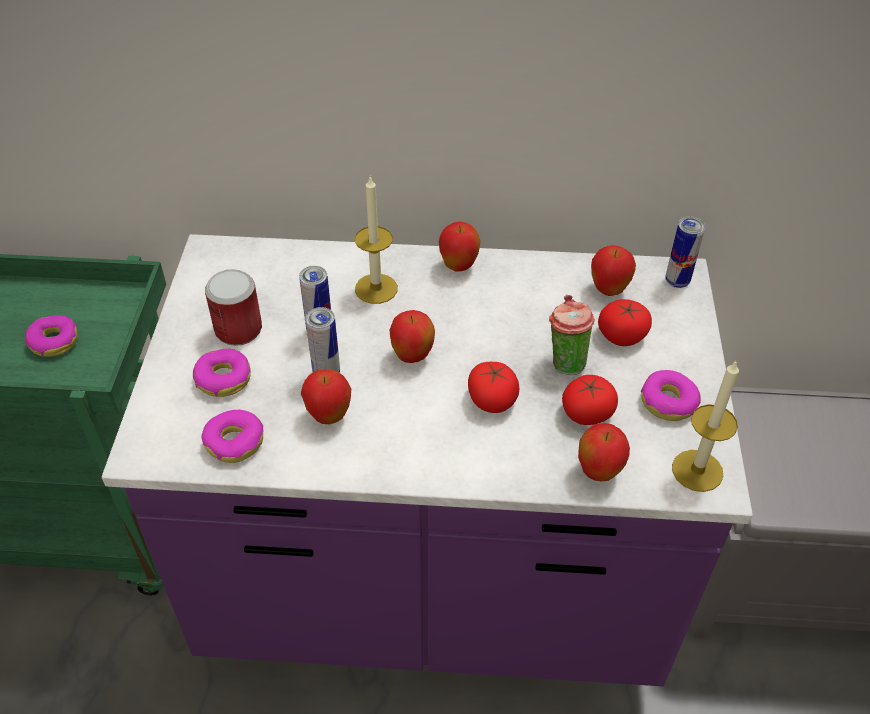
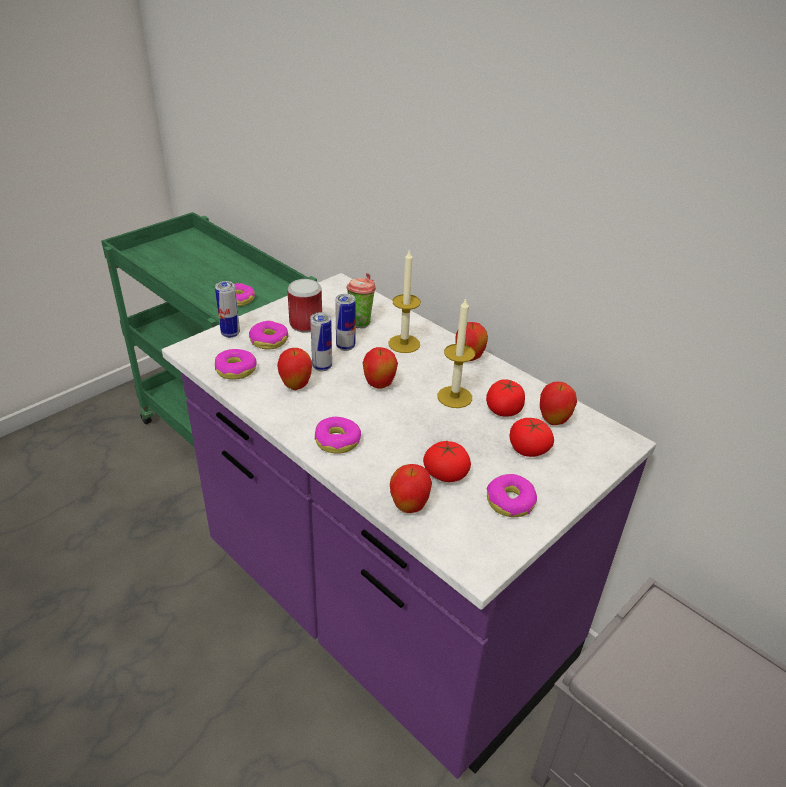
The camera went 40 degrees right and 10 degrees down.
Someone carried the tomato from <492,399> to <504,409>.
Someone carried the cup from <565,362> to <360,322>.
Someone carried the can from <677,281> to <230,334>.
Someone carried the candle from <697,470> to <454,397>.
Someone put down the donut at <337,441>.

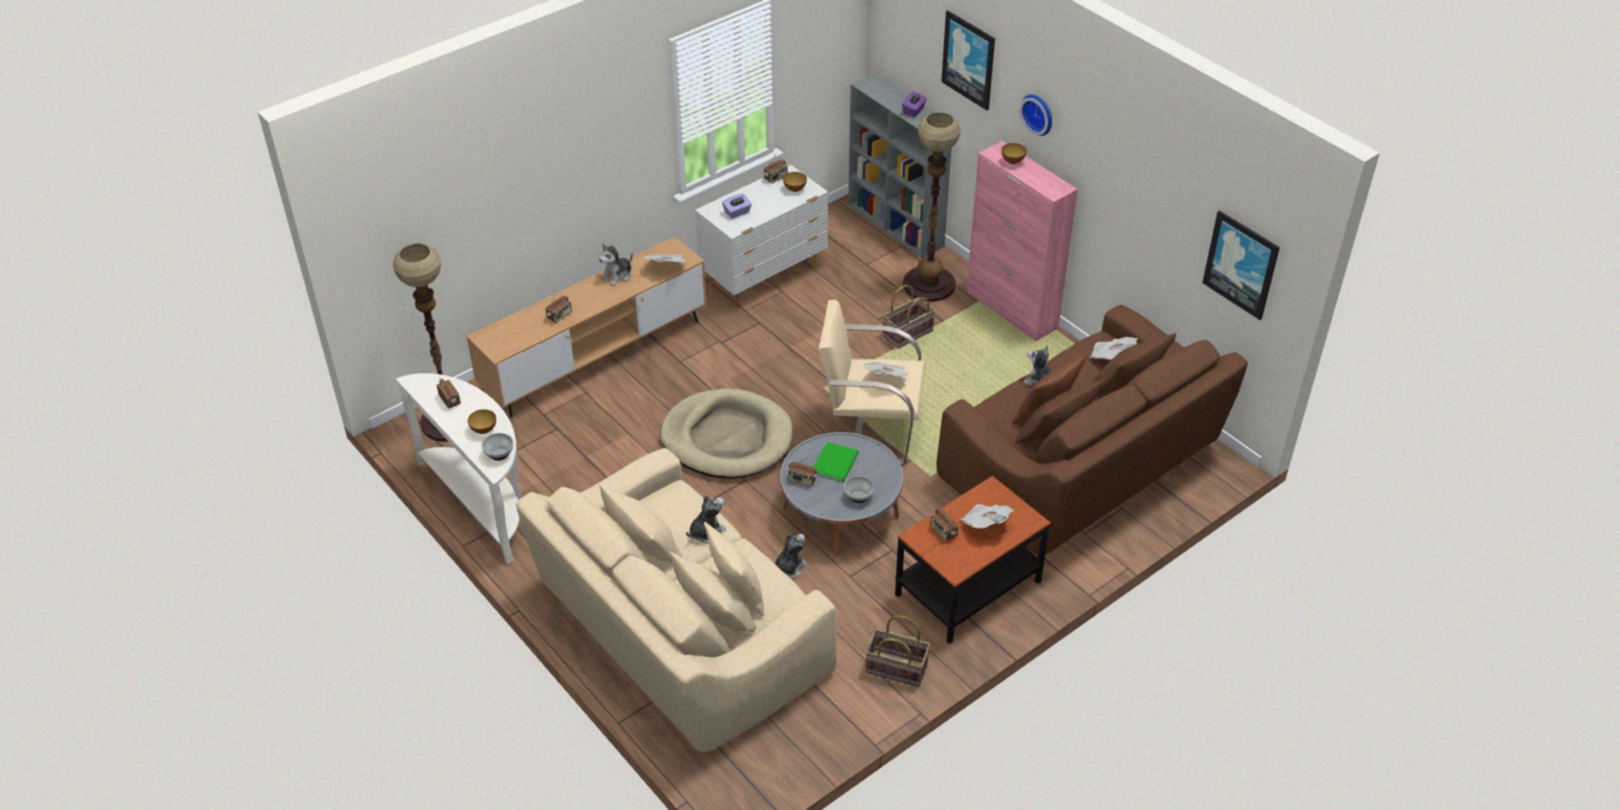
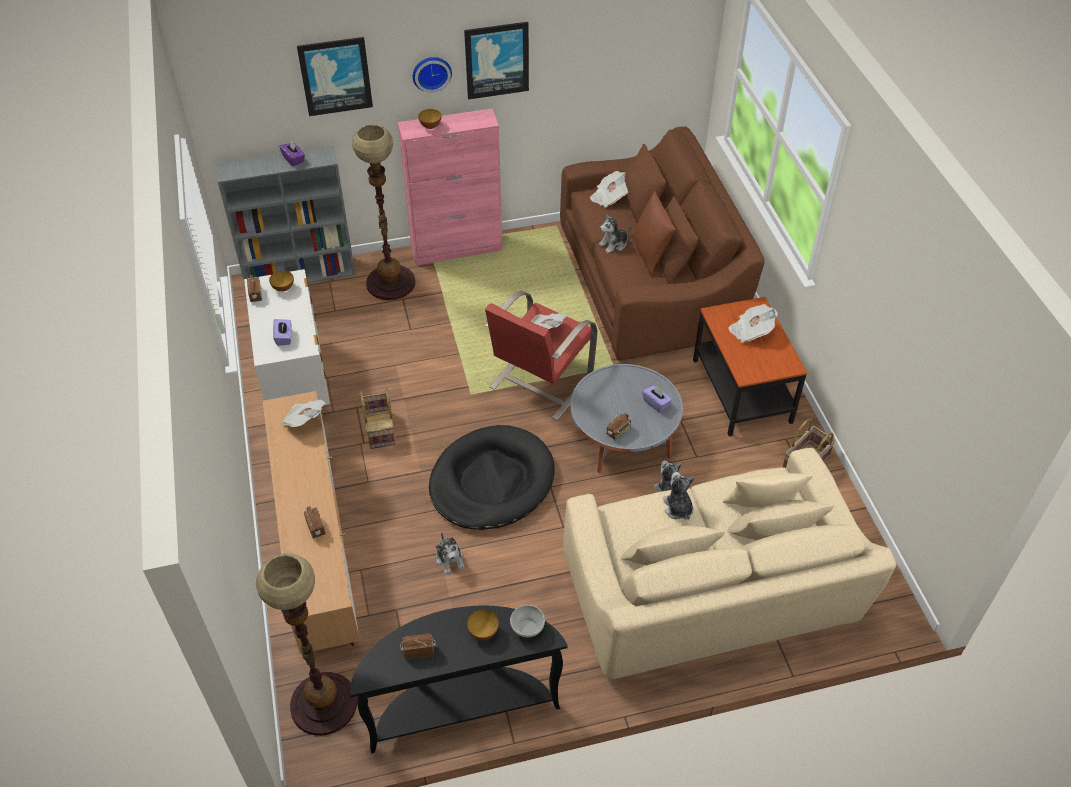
The camera went 65 degrees left and 5 degrees up.
Someone repainted the console table in white at <482,501>, which became the console table in black at <461,706>.
Someone carried the plush toy from <617,275> to <450,559>.
Someone repainted the dog bed in beige at <727,438>, which became the dog bed in black at <491,481>.
Someone took away the book in green at <836,462>.
Someone repainted the armchair in beige at <871,430>, which became the armchair in red at <540,383>.
Someone swapped the bowl at <858,496> for the tissue box in purple at <656,403>.
Someone carried the basket from <908,334> to <380,429>.
Someone took away the radio at <943,532>.
Someone carried the picture from <1241,264> to <497,60>.

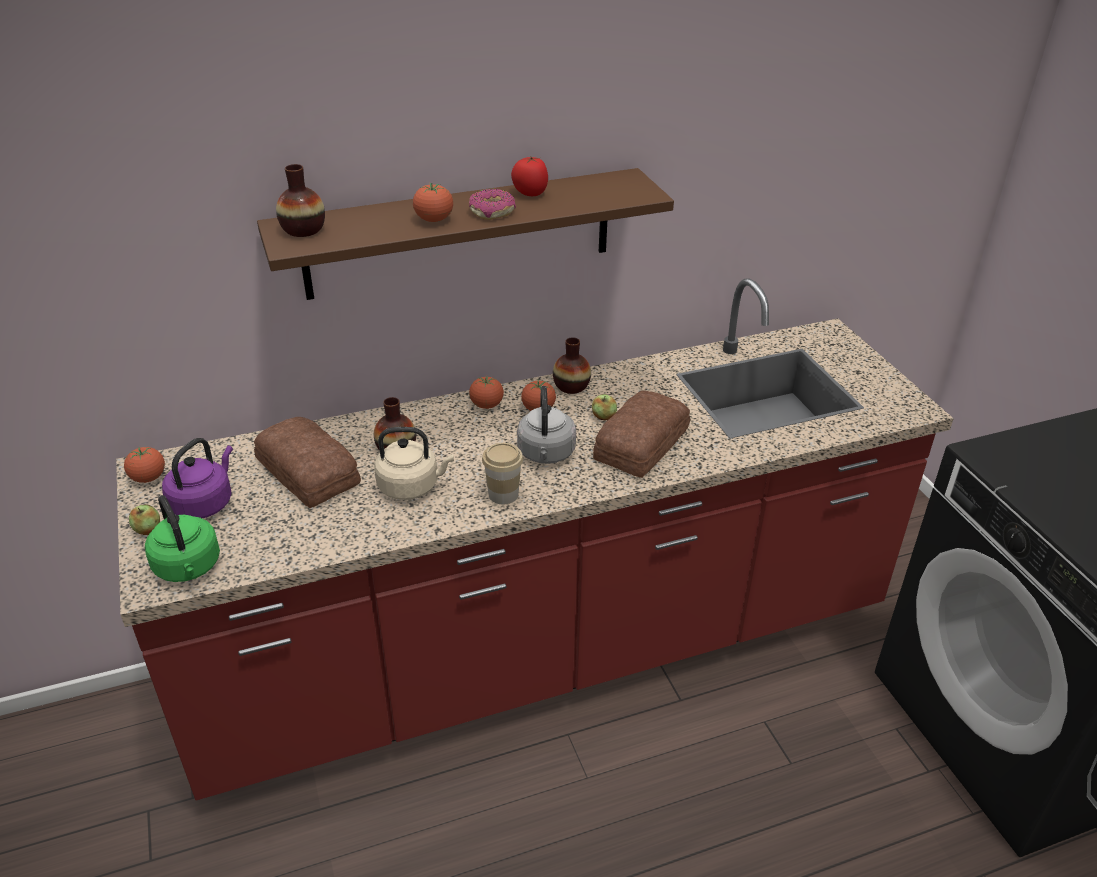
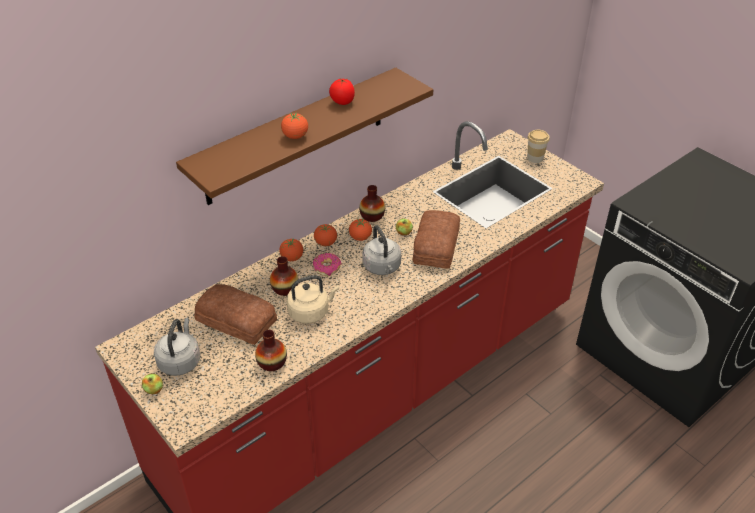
The camera went 20 degrees left and 5 degrees up.
Someone carried the tomato from <148,478> to <292,258>.
Someone took away the kettle in green at <188,568>.
Someone repainted the kettle in purple at <204,503>, which became the kettle in grey at <180,361>.
Someone carried the vase from <303,230> to <272,362>.
Someone carried the donut from <492,211> to <327,268>.
Someone carried the cup from <503,494> to <535,158>.

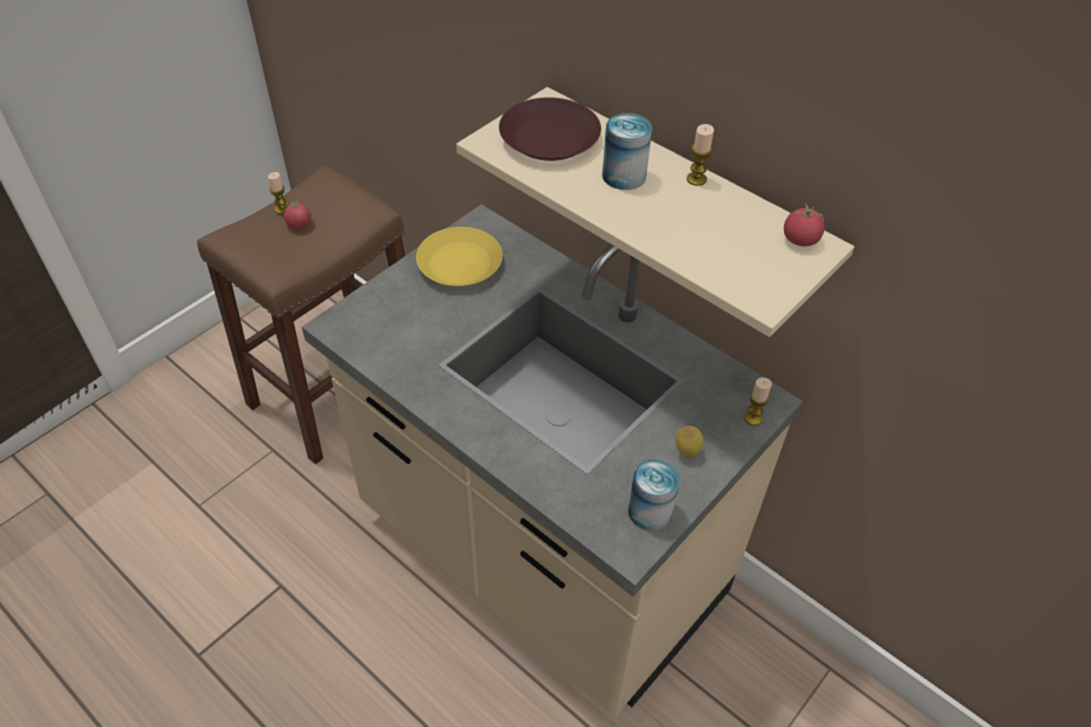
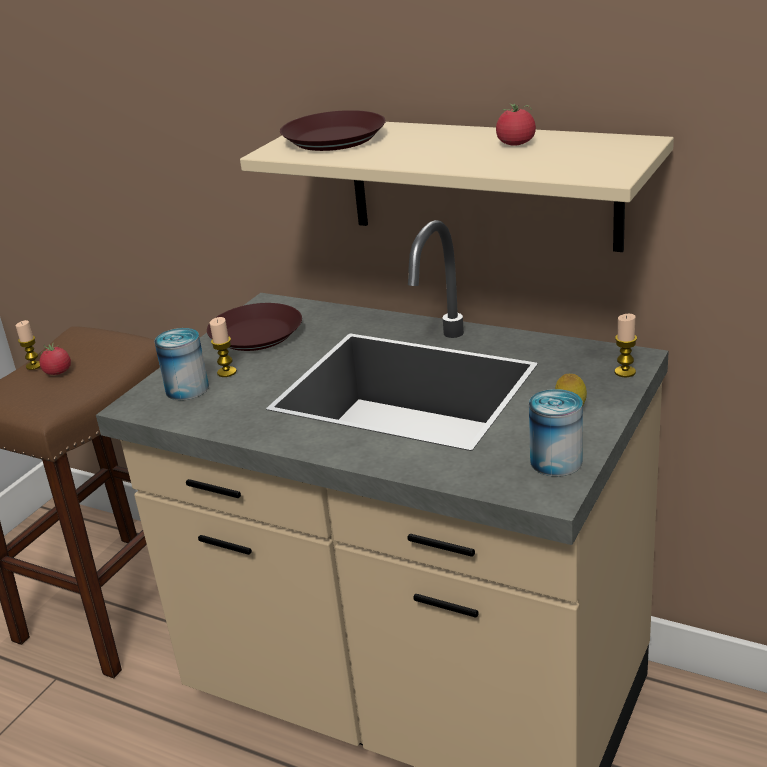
The camera went 10 degrees left and 20 degrees down.
Someone repainted the plate in yellow at <460,264>, which became the plate in brown at <257,335>.
Someone carried the can from <624,176> to <187,389>.
Someone carried the candle from <696,179> to <226,372>.
Someone carried the tomato from <800,240> to <516,144>.

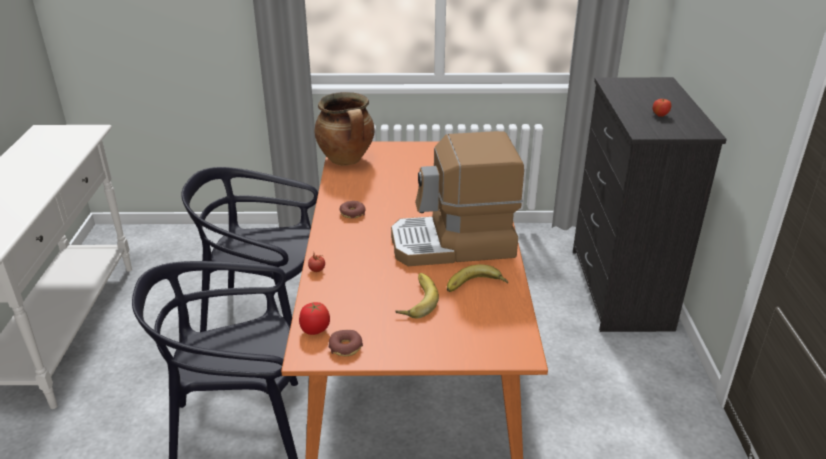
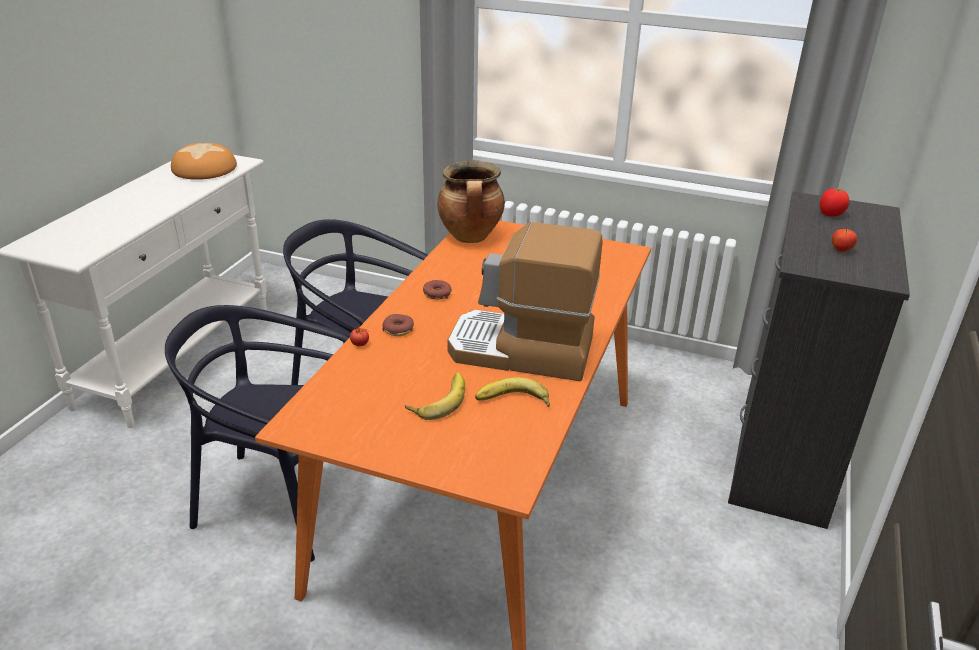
The camera went 20 degrees right and 0 degrees up.
Someone carried the tomato from <315,330> to <830,214>.
Someone carried the donut from <345,347> to <398,329>.
Someone put down the bread at <204,169>.

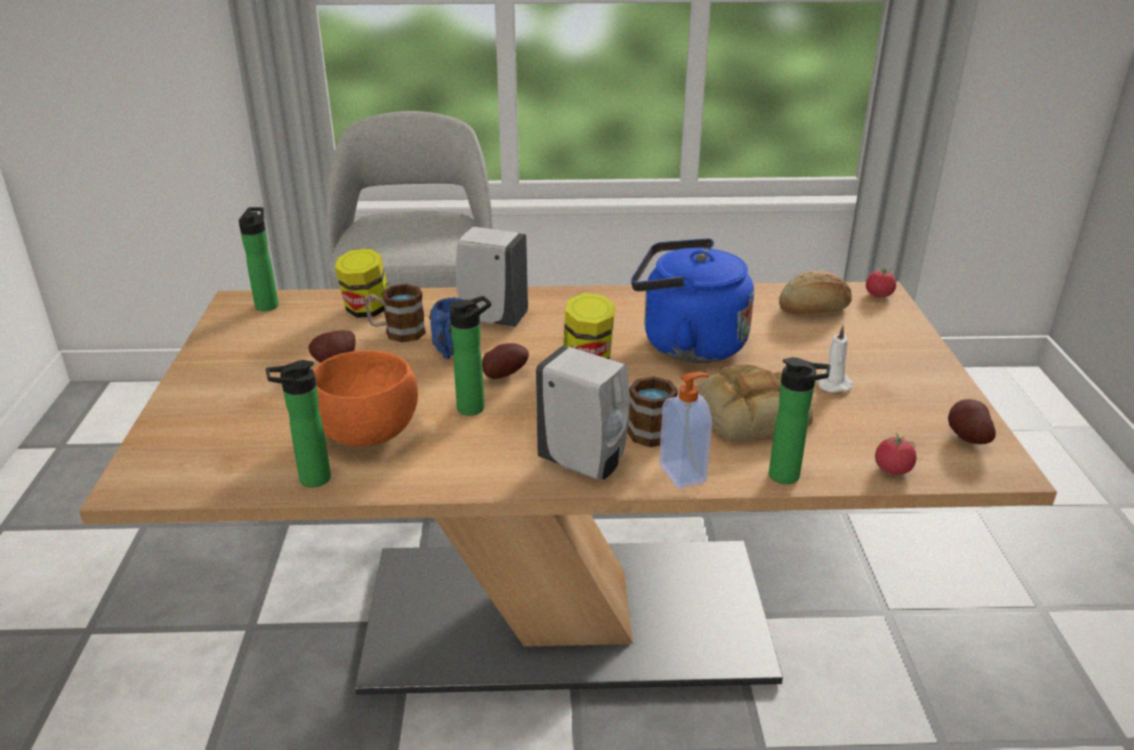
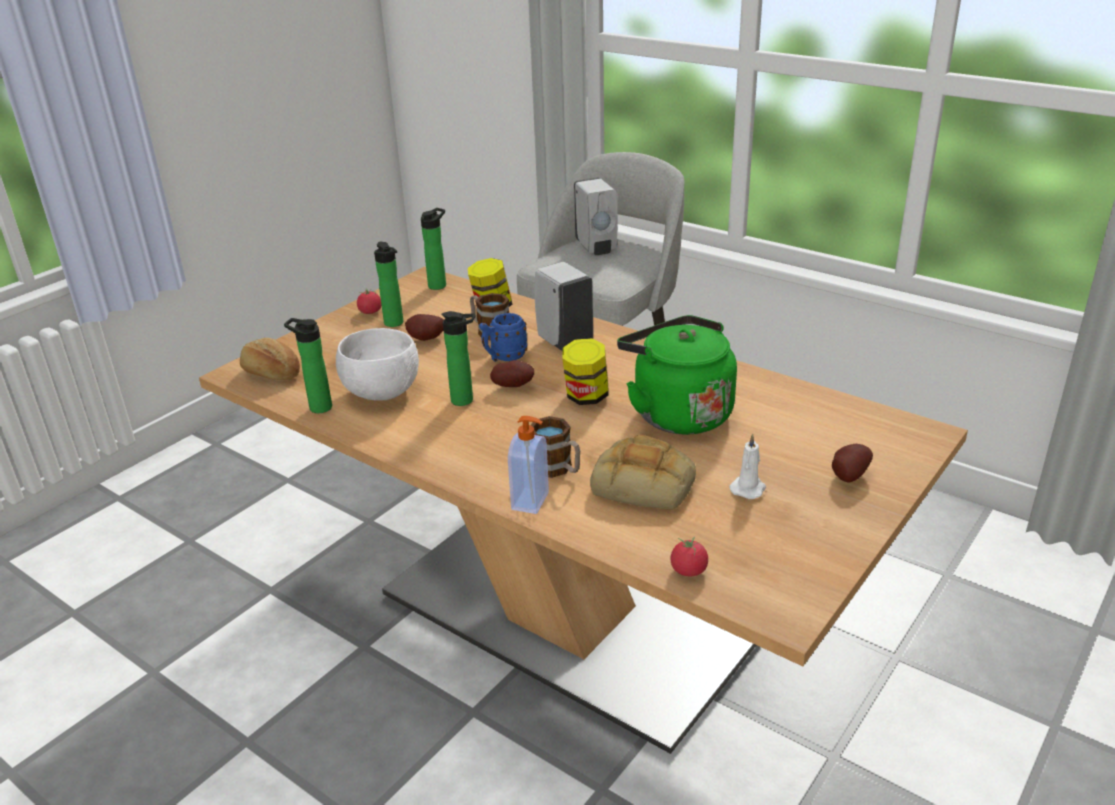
The camera went 40 degrees right and 0 degrees up.
Someone repainted the bowl in orange at <370,434>, which became the bowl in white at <383,393>.
Someone carried the soap dispenser in white from <585,463> to <596,248>.
Someone repainted the kettle in blue at <686,344>, which became the kettle in green at <677,413>.
Someone carried the bottle from <789,476> to <395,324>.
Someone carried the bread from <814,310> to <271,374>.
Someone carried the tomato from <878,295> to <370,312>.
Someone carried the potato from <965,438> to <847,476>.

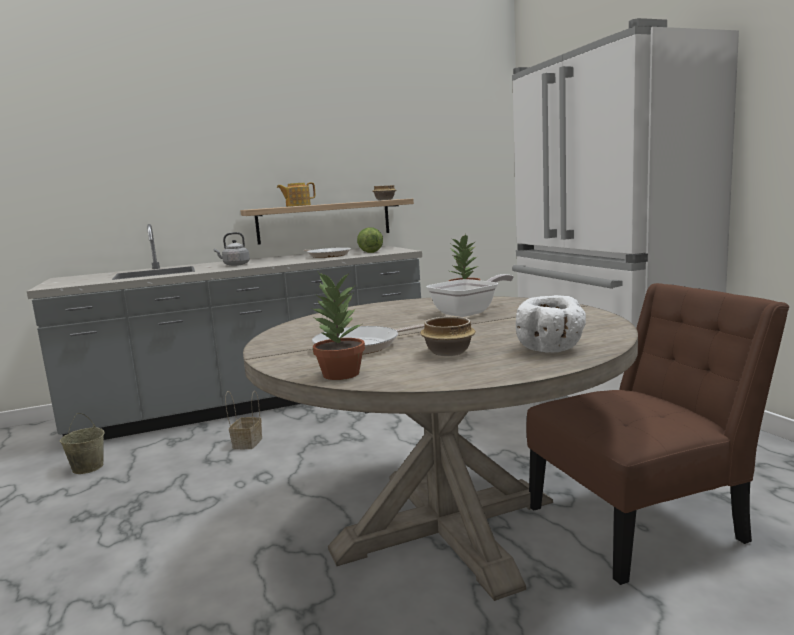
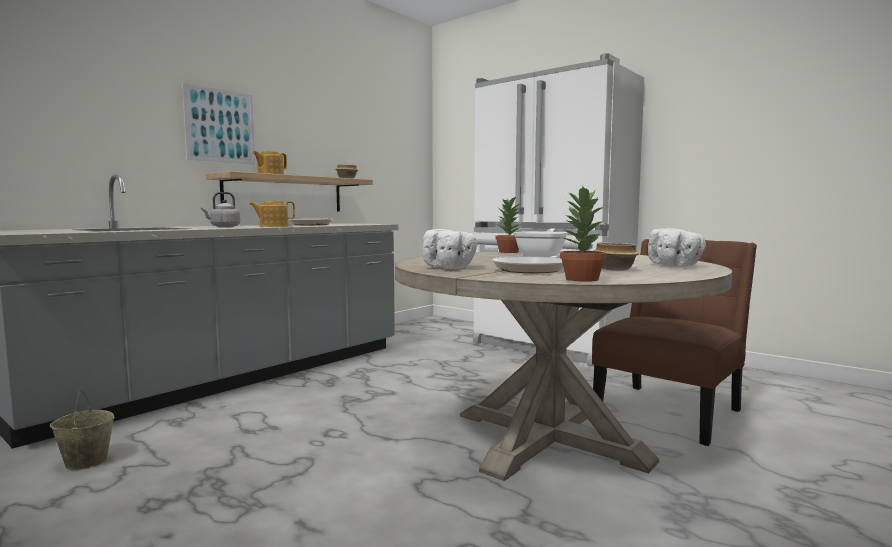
The camera went 30 degrees left and 5 degrees down.
Someone took away the basket at <247,442>.
Someone took away the lettuce at <369,252>.
Someone put up the picture at <220,125>.
Someone put down the teapot at <273,226>.
Someone put down the bowl in white at <450,267>.

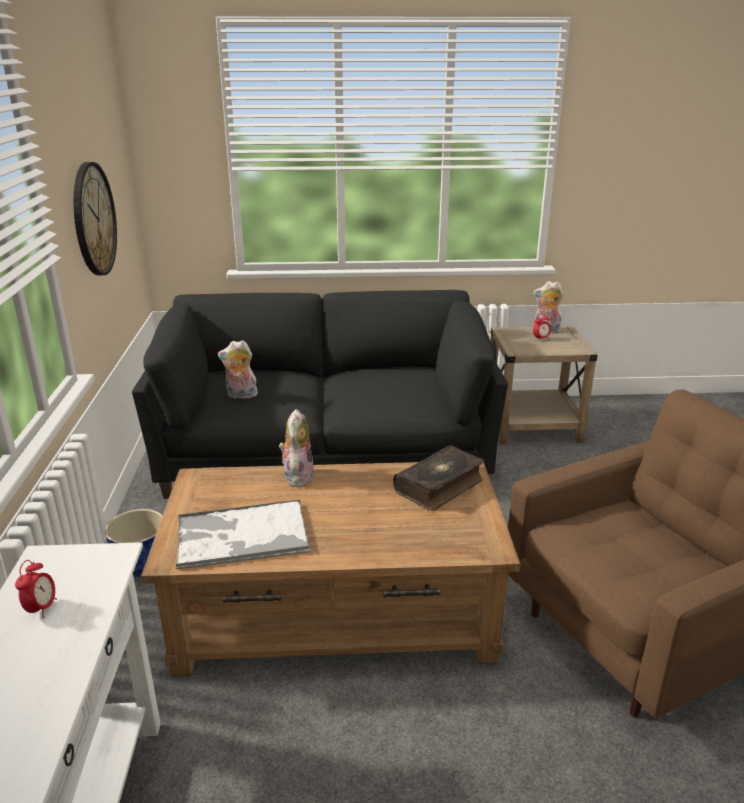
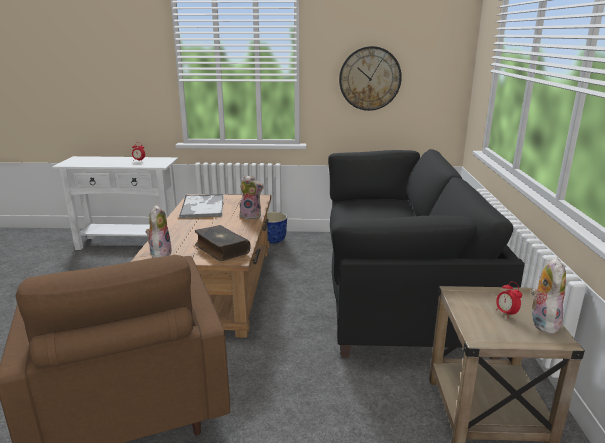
The camera went 95 degrees right and 5 degrees down.
Someone carried the plush toy from <241,396> to <160,253>.

